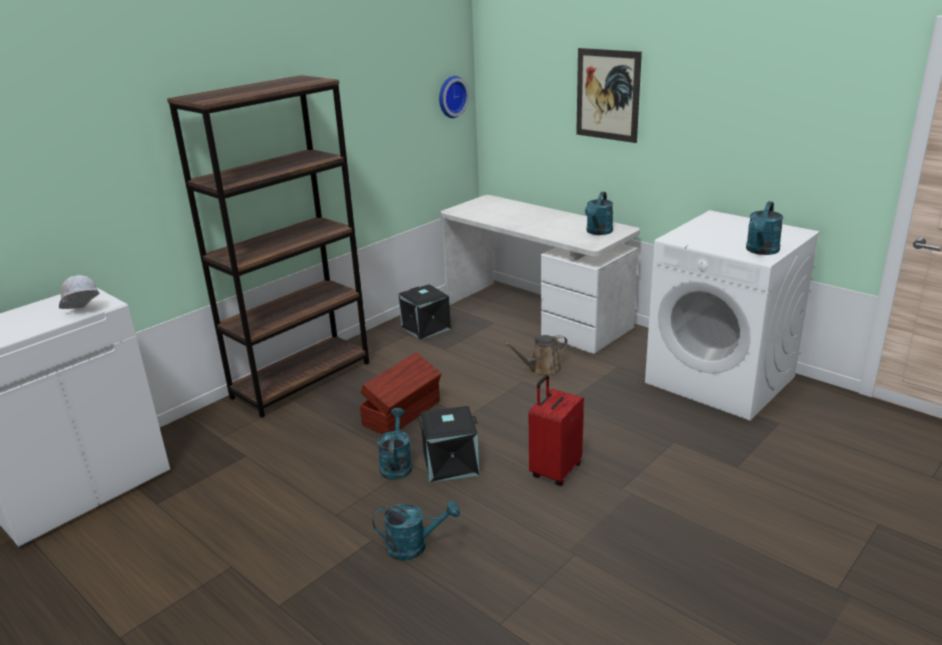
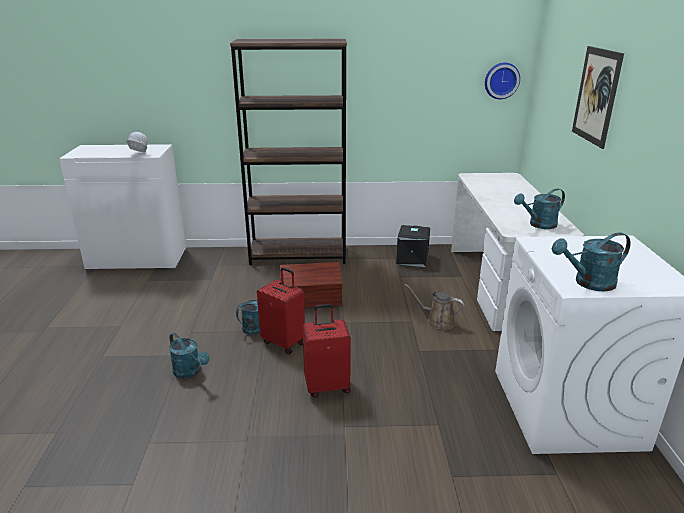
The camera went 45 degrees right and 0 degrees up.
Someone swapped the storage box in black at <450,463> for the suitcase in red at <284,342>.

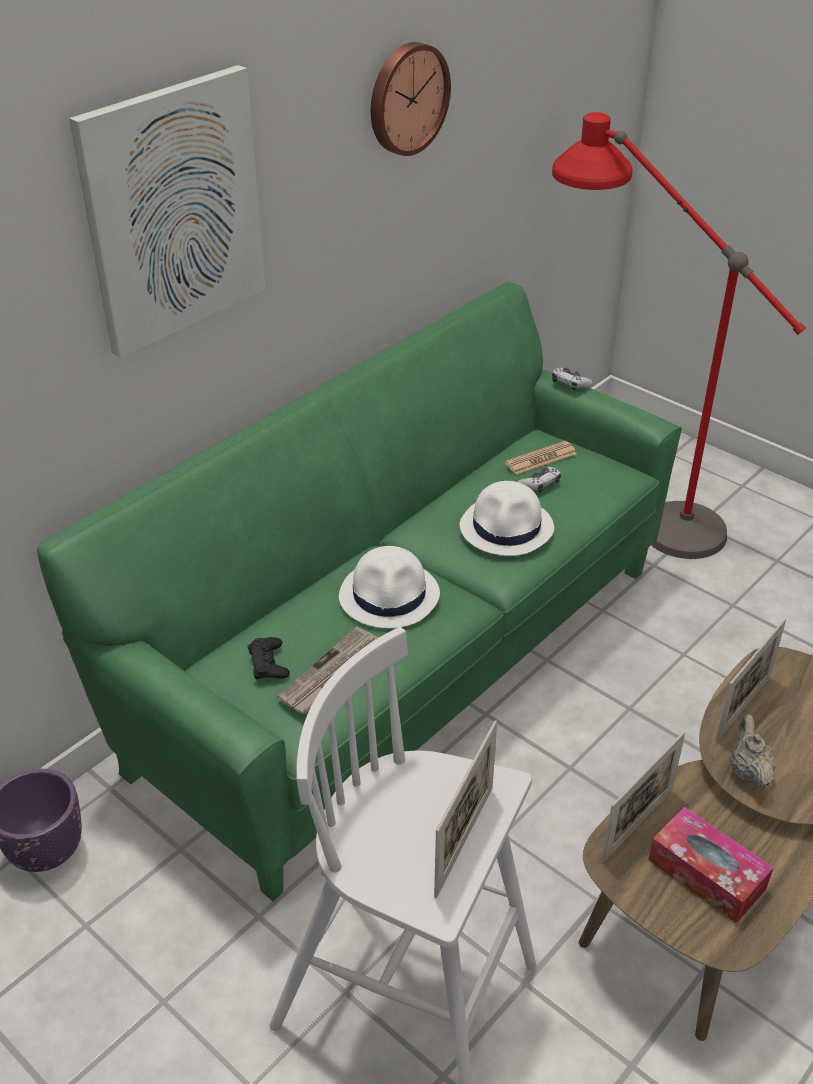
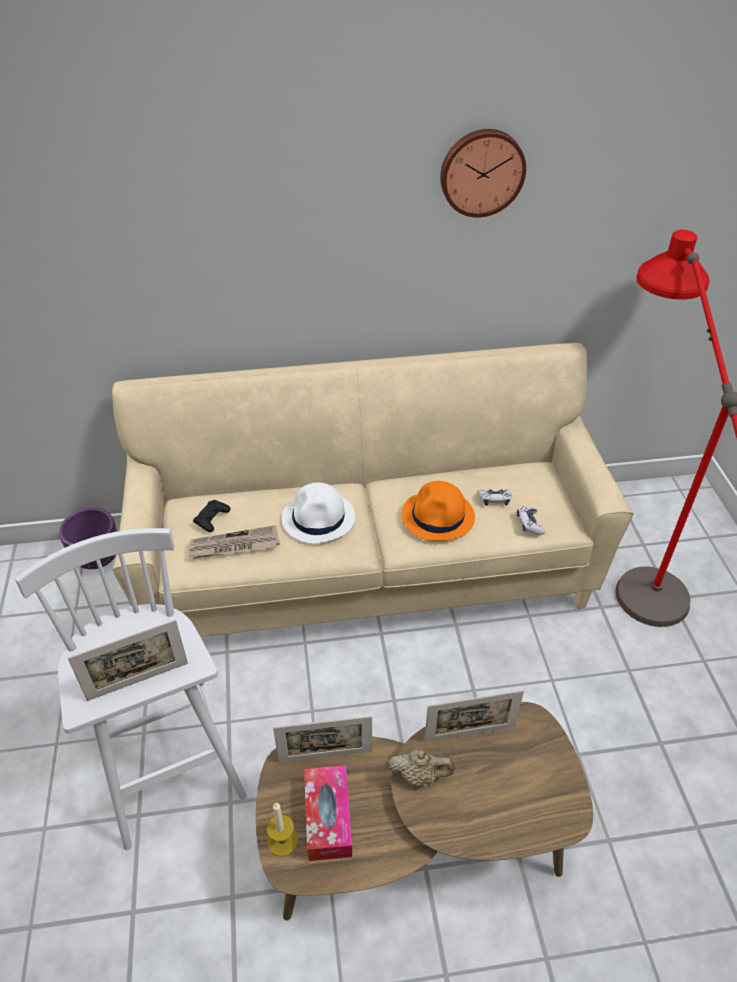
The camera went 40 degrees right and 5 degrees up.
Someone repainted the sofa in green at <404,664>, which became the sofa in beige at <367,572>.
Someone took away the picture at <173,211>.
Someone repainted the hat in white at <507,527>, which became the hat in orange at <438,516>.
Someone took away the newspaper at <541,459>.
Someone carried the game controller from <570,384> to <529,524>.
Someone rotated the teapot in beige at <748,771> by 60 degrees clockwise.
Someone put down the candle at <282,840>.

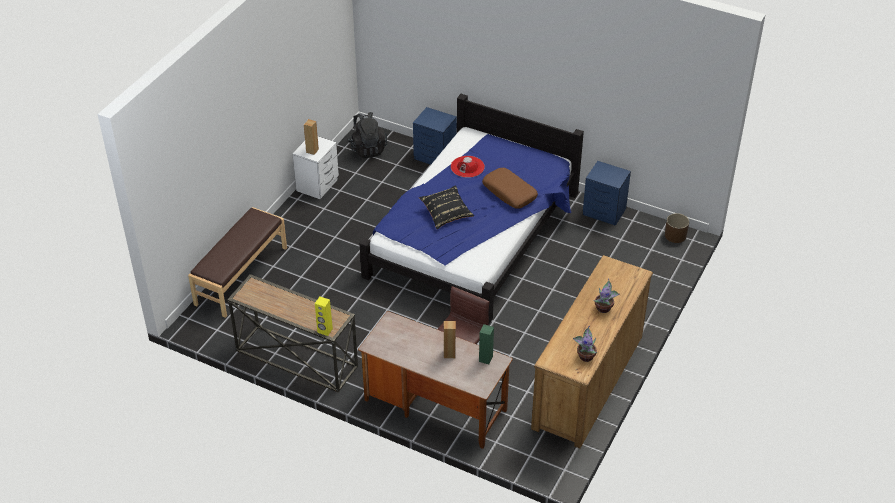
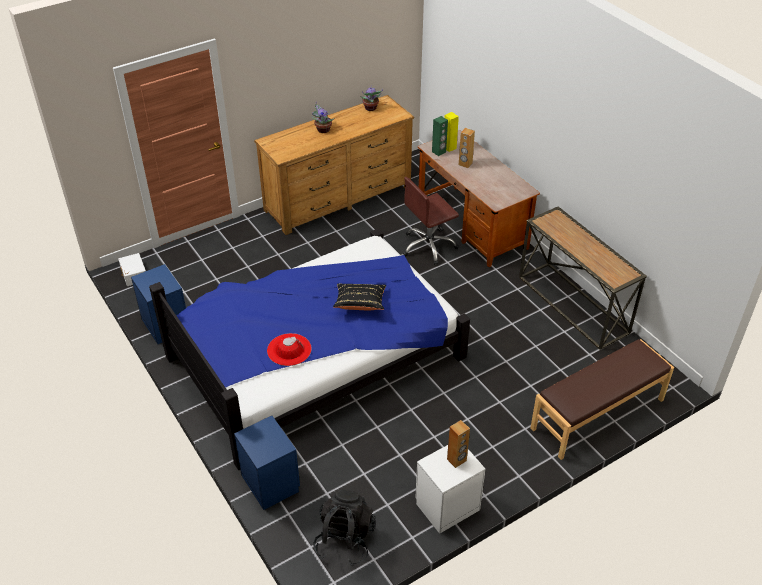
The camera went 150 degrees left and 0 degrees up.
Someone carried the speaker in yellow from <325,331> to <449,147>.
Someone took away the pillow in brown at <510,193>.
Someone swapped the planter in brown at <675,235> for the storage box in white at <133,274>.

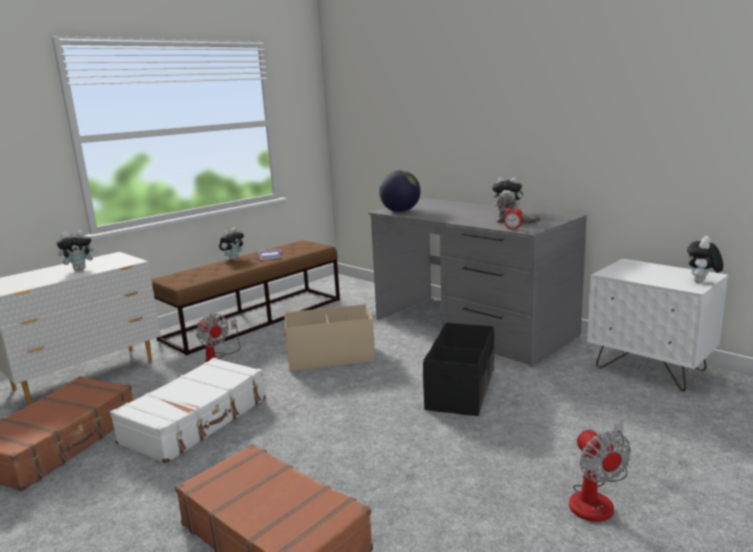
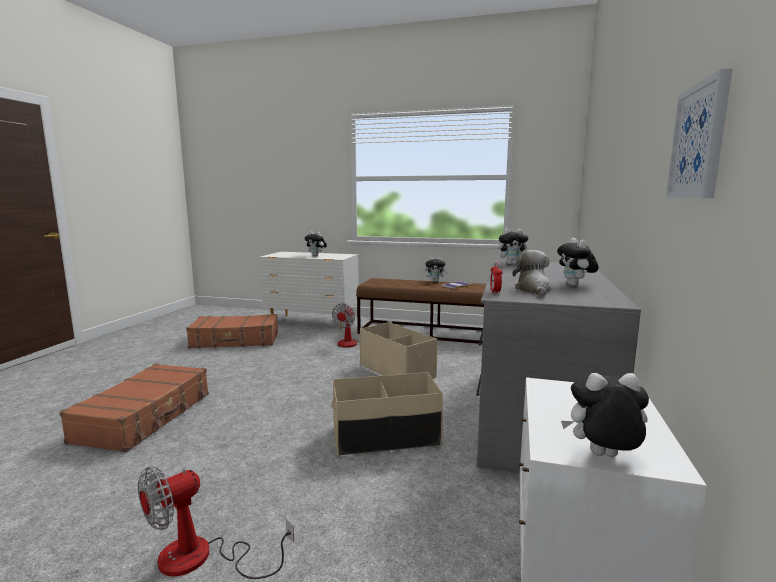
The camera went 60 degrees right and 5 degrees down.
Someone took away the suitcase in white at <196,421>.
Someone swapped the globe at <400,211> for the plush toy at <512,264>.
Someone repainted the storage box in black at <461,389>, which became the storage box in beige at <386,436>.
Someone put up the picture at <699,141>.

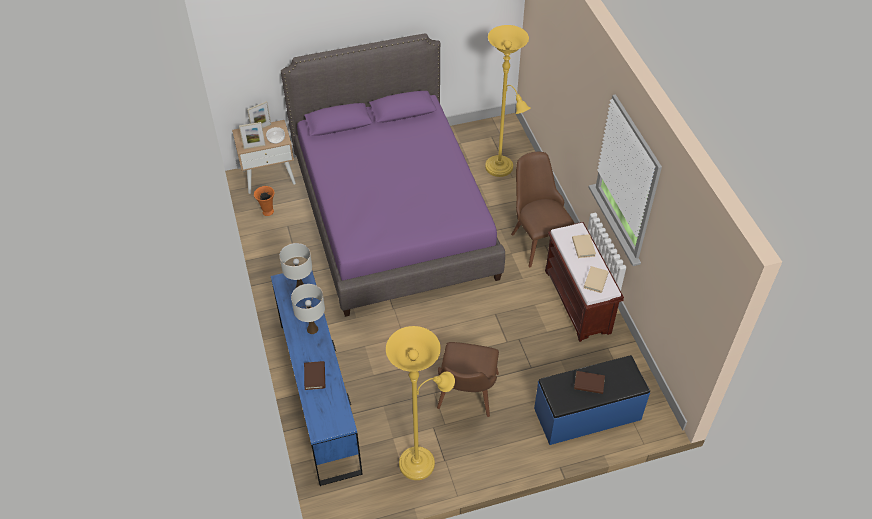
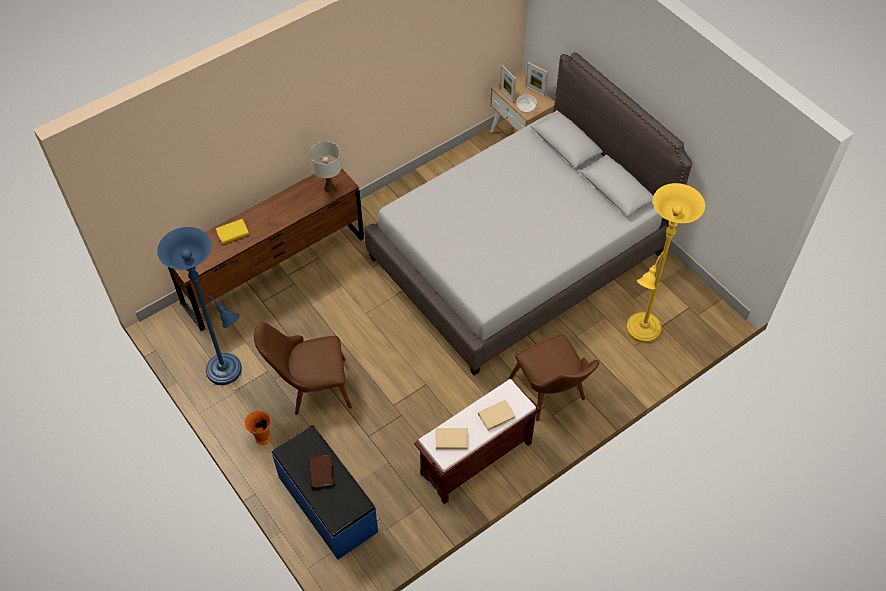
The camera went 70 degrees right and 5 degrees up.
Someone carried the vase in orange from <267,212> to <262,438>.
Someone repainted the dresser in blue at <319,395>, which became the dresser in brown at <274,270>.
Someone repainted the bed in purple at <394,216>, which became the bed in grey at <518,255>.
Someone took away the table lamp in white at <312,329>.
Someone repainted the book in brown at <315,376>, which became the book in yellow at <232,233>.
Someone repainted the floor lamp in yellow at <420,461>, which became the floor lamp in blue at <228,372>.
Someone rotated the chair in brown at <538,237> by 105 degrees clockwise.

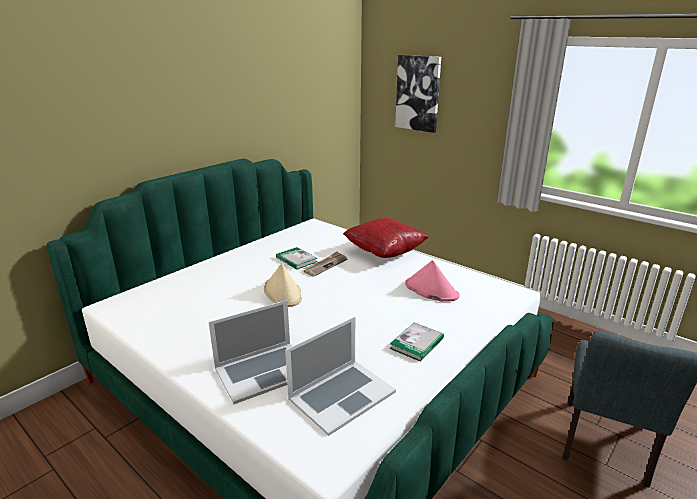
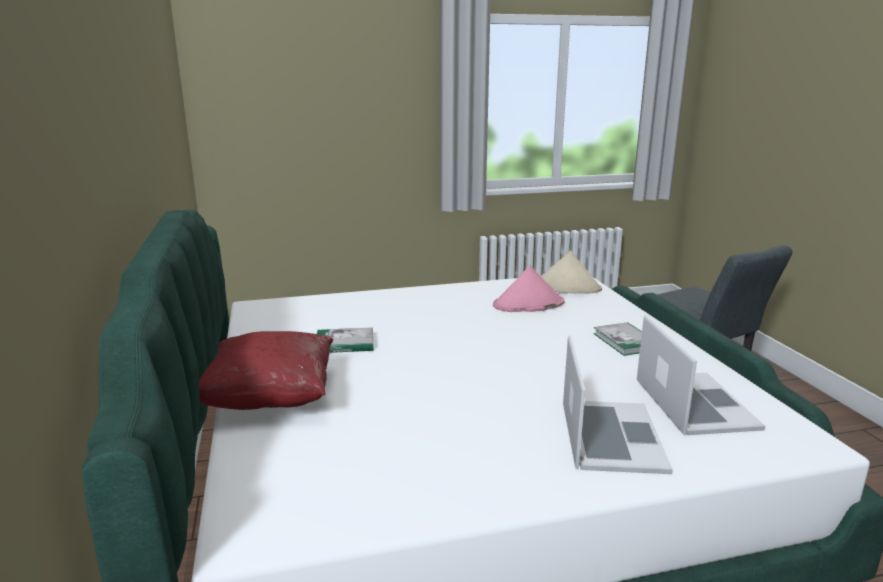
The camera went 55 degrees left and 5 degrees down.
Someone carried the hat in beige from <283,292> to <567,287>.
Someone took away the newspaper at <325,265>.
Someone carried the pillow in red from <384,252> to <271,398>.
Someone took away the picture at <418,93>.

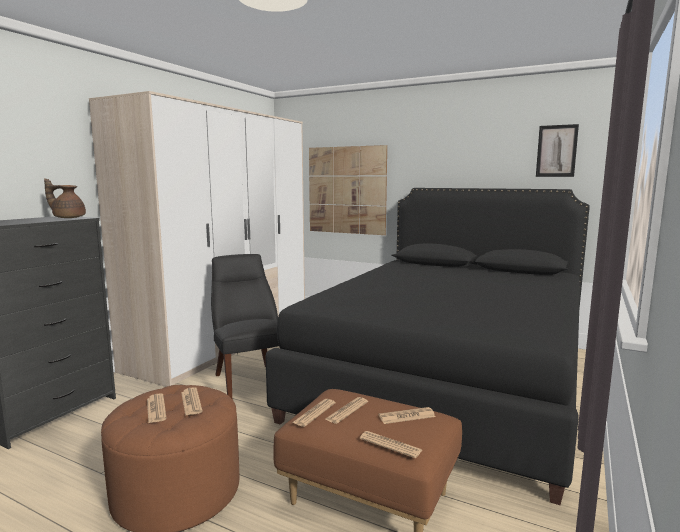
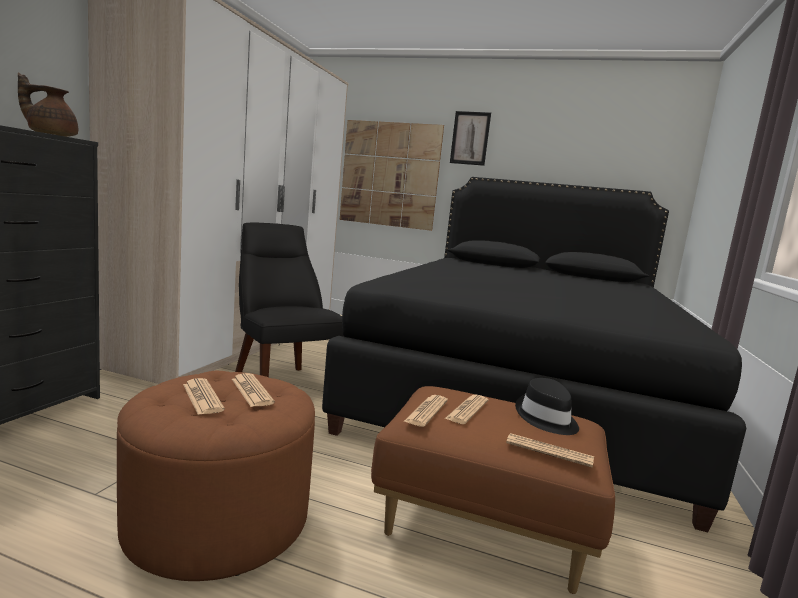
The camera went 10 degrees left and 0 degrees up.
Someone swapped the newspaper at <407,416> for the hat in black at <546,418>.
Someone carried the picture from <556,151> to <470,138>.

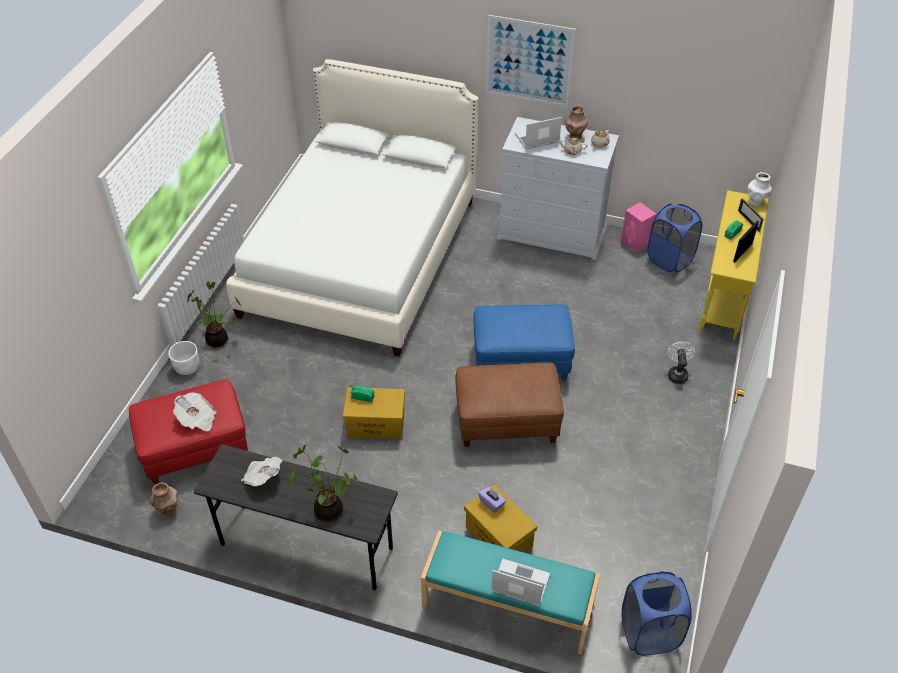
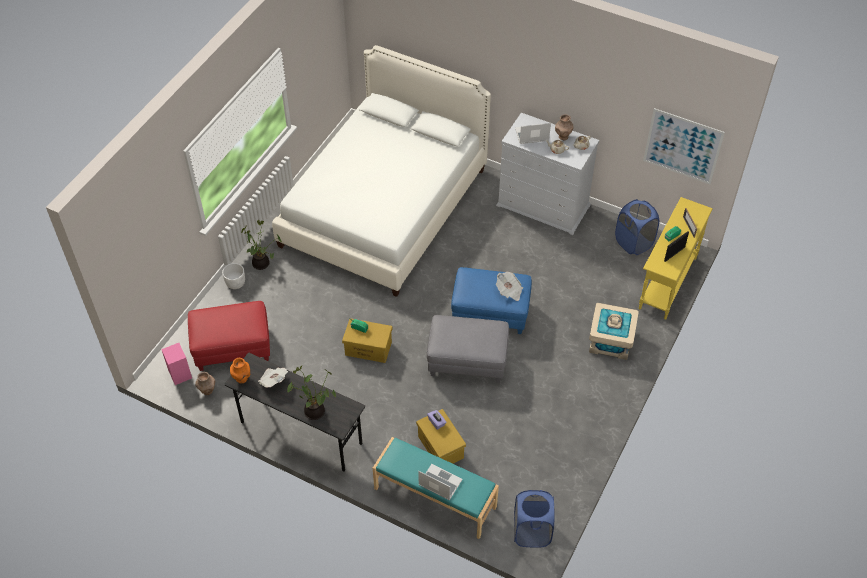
The camera went 10 degrees right and 5 degrees up.
Someone carried the newspaper from <197,419> to <509,291>.
Someone repainted the ottoman in brown at <506,423>, which became the ottoman in grey at <466,361>.
Someone carried the picture from <529,61> to <682,146>.
Someone carried the speaker in pink from <636,242> to <180,374>.
Someone swapped the fan in white at <677,373> for the storage box in beige at <610,341>.
Someone took away the vase in white at <755,202>.
Someone put down the vase in orange at <242,379>.

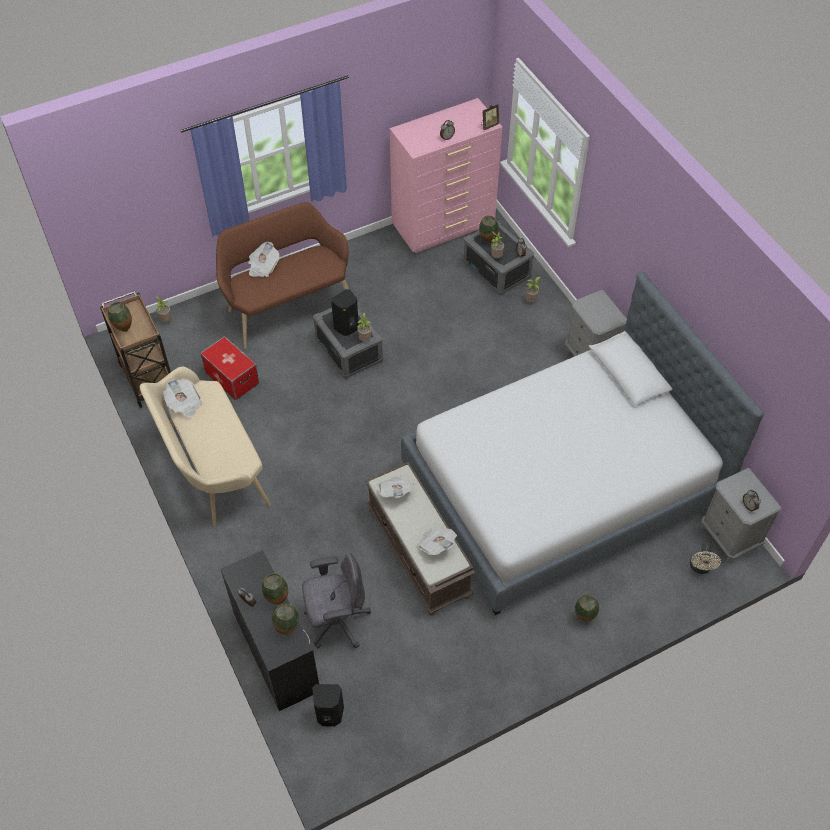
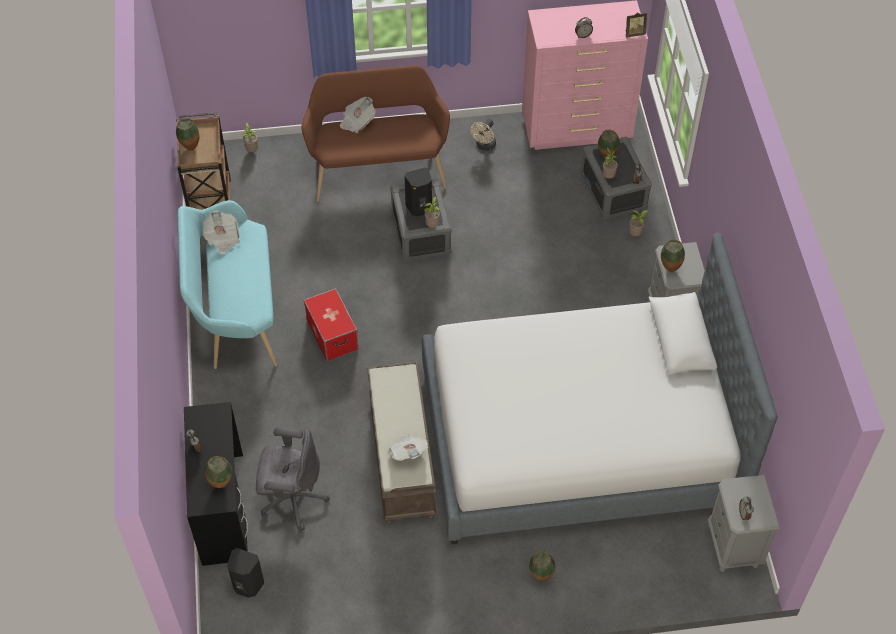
The camera went 20 degrees right and 0 degrees up.
Someone repainted the bench in beige at <212,469>, which became the bench in turquoise at <235,313>.
Someone carried the storage box from <232,378> to <332,335>.
Someone carried the vase from <277,600> to <669,269>.
Someone took away the newspaper at <396,491>.
Someone carried the fan in beige from <700,568> to <484,146>.

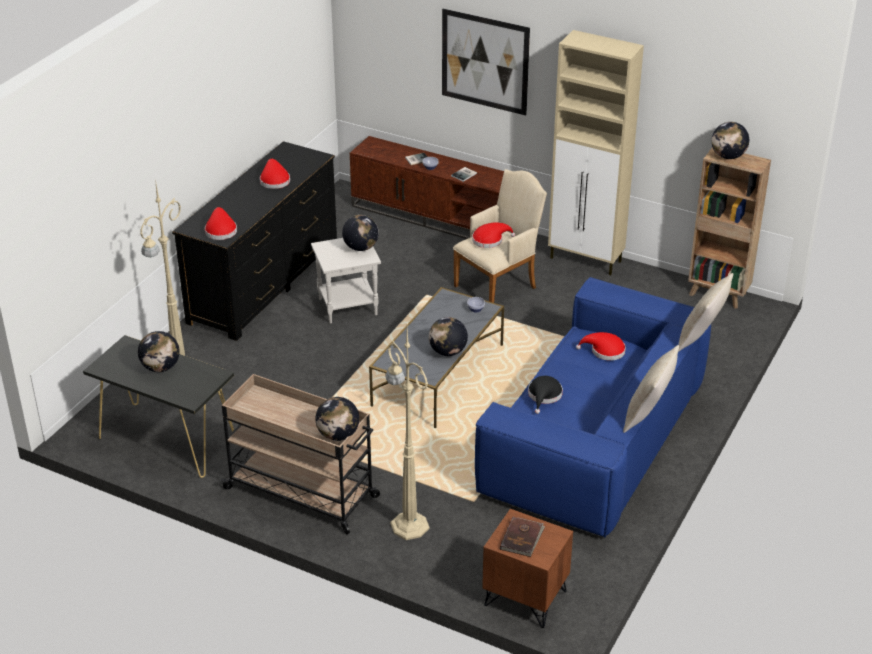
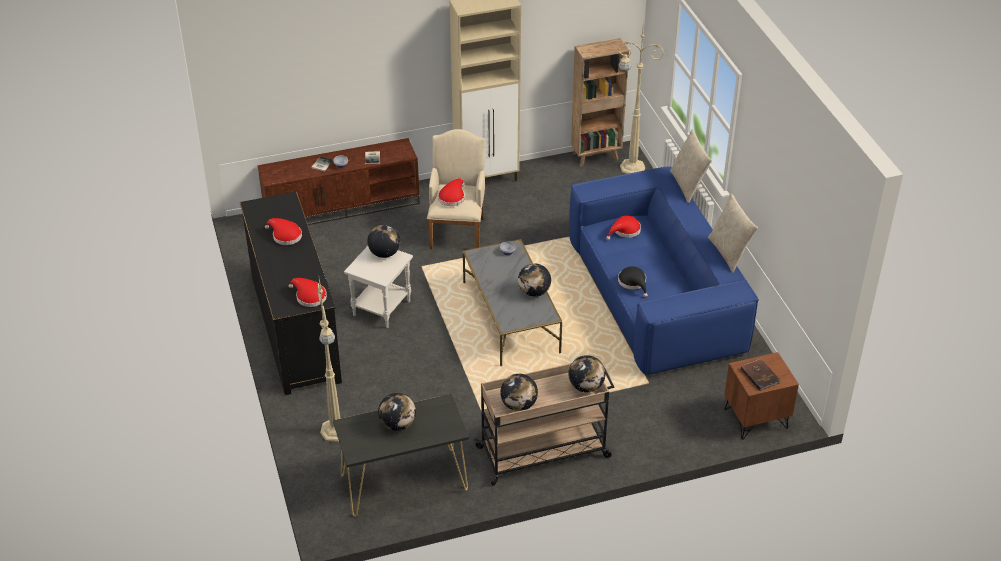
The camera went 45 degrees left and 5 degrees up.
Someone carried the floor lamp in beige from <408,524> to <631,167>.
Someone took away the picture at <485,62>.
Someone carried the globe from <728,156> to <518,405>.

